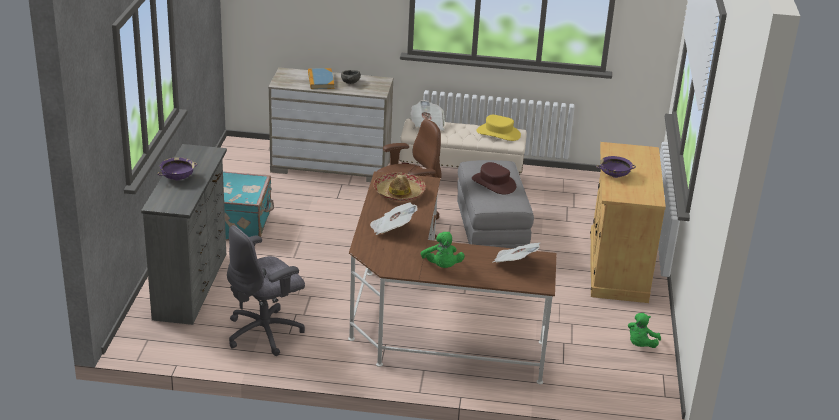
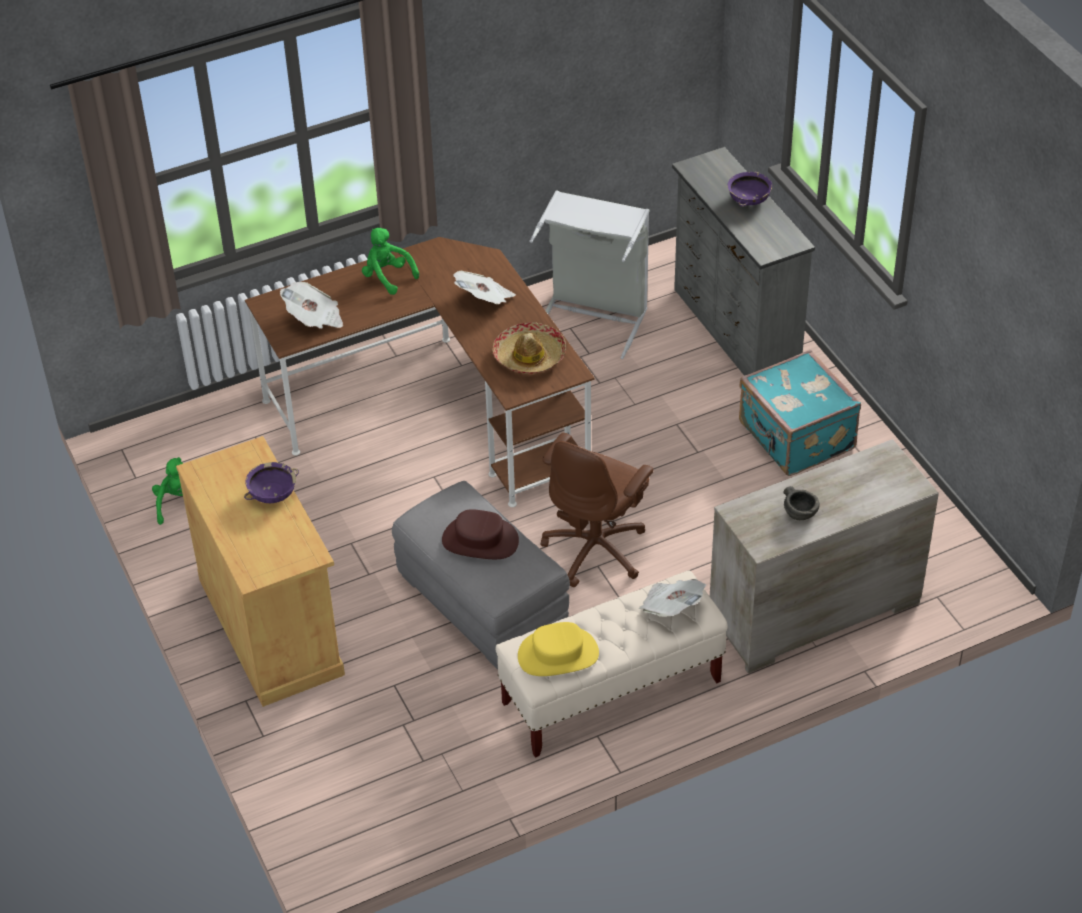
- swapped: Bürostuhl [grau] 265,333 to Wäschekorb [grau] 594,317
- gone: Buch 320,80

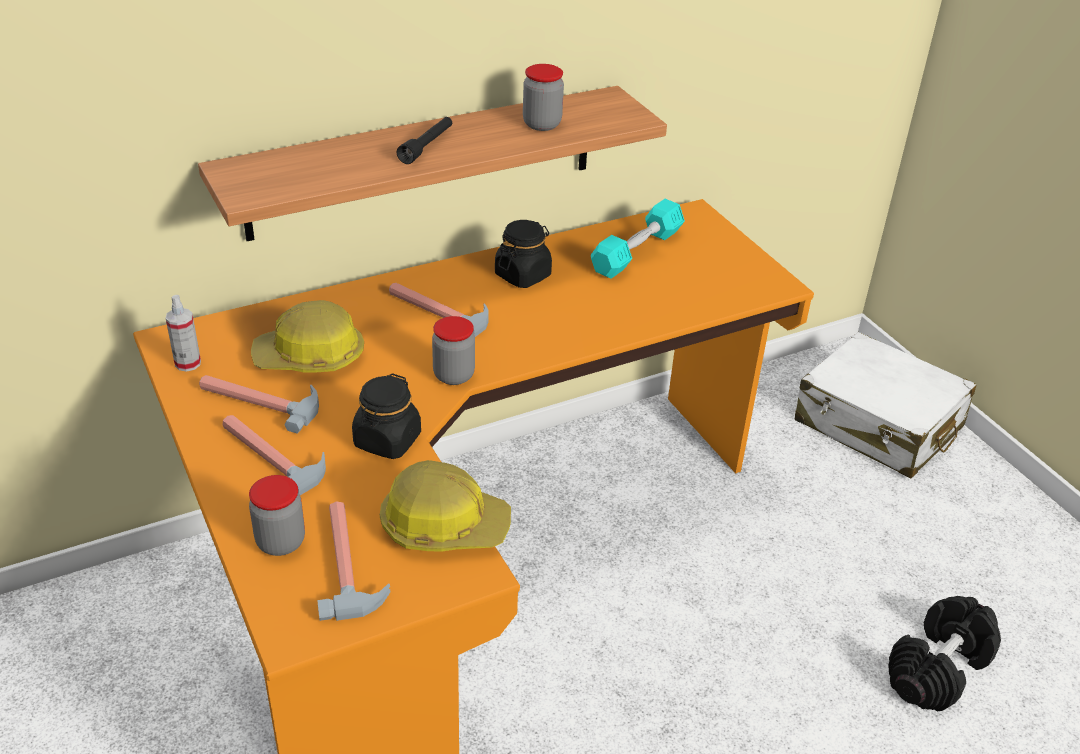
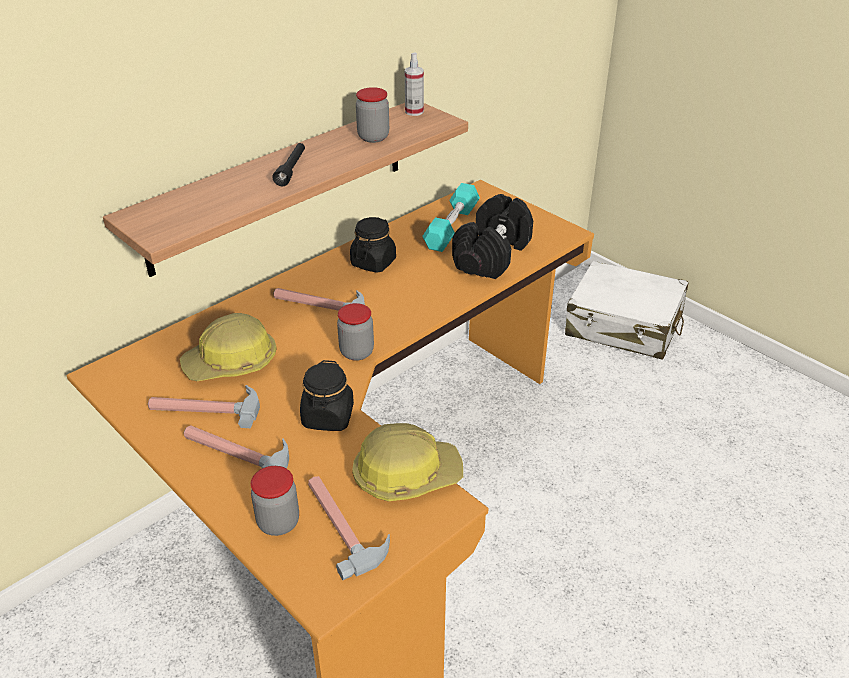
- shifted: Sprühflasche 188,363 to 414,112
- shifted: Hantel [schwarz] 937,668 to 491,255

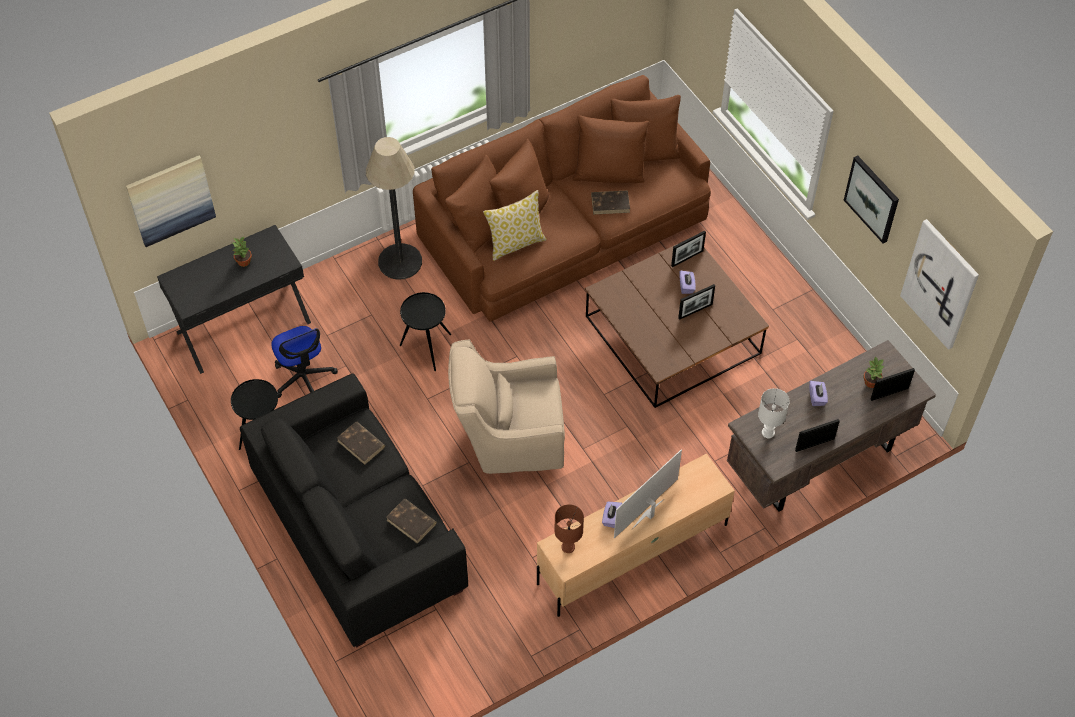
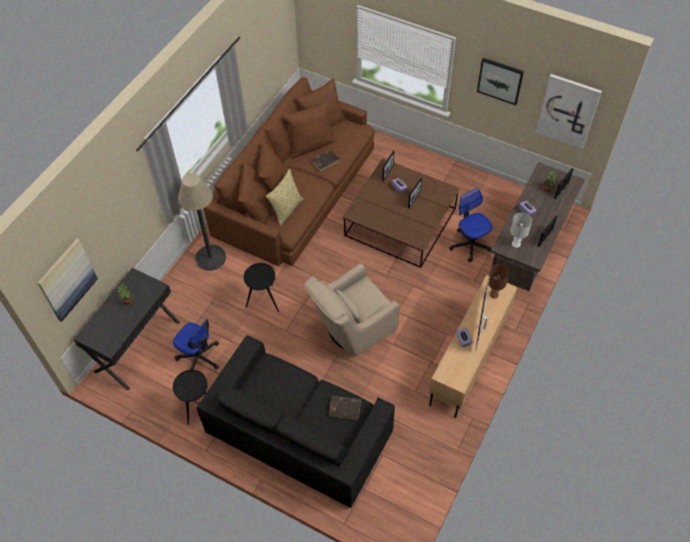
- gone: Buch [braun] 361,444
- shifted: Tischlampe [braun] 567,546 to 493,294
- new: Bürostuhl 470,244

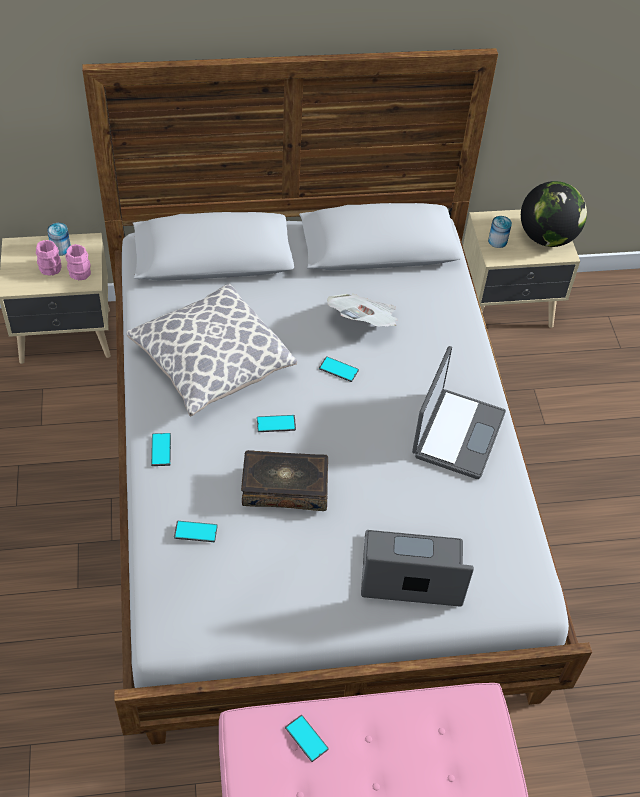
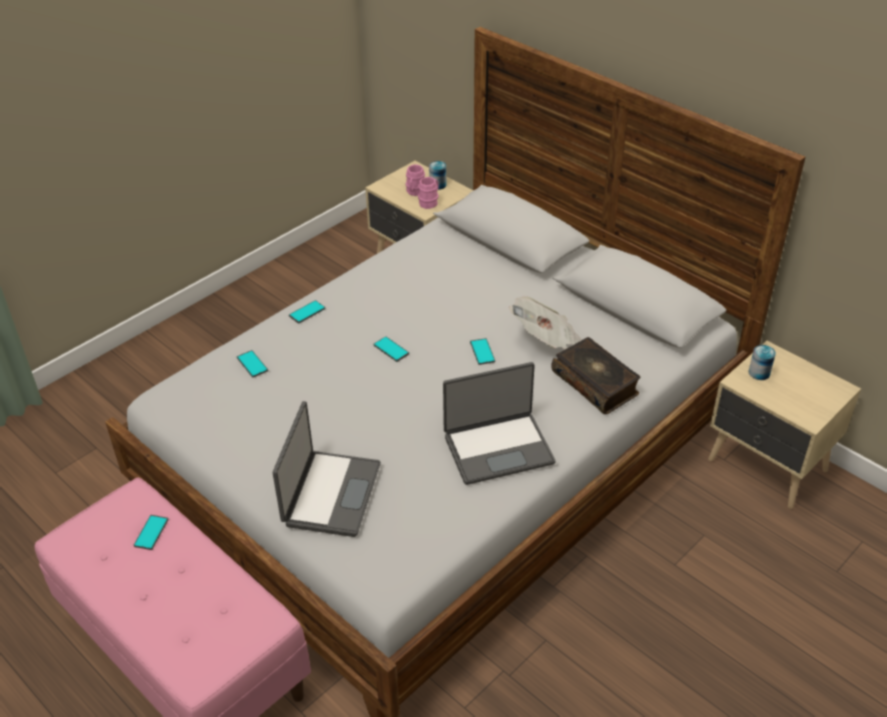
- gone: Kissen 212,364
- shifted: Buch 285,487 to 595,383
- rotated: Laptop 411,573 = 330,494 45 degrees clockwise
- gone: Globus 546,237

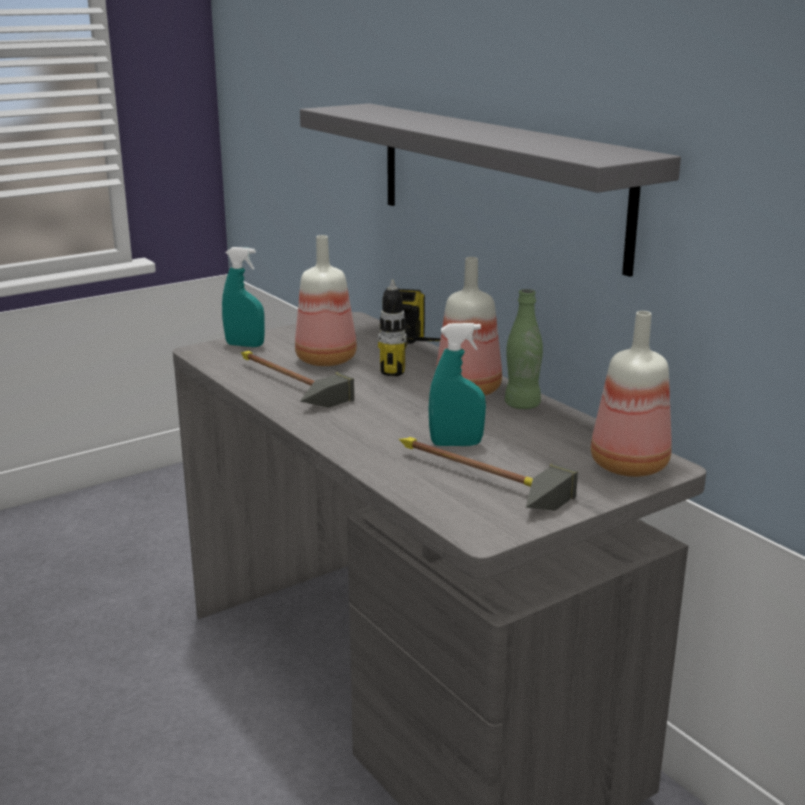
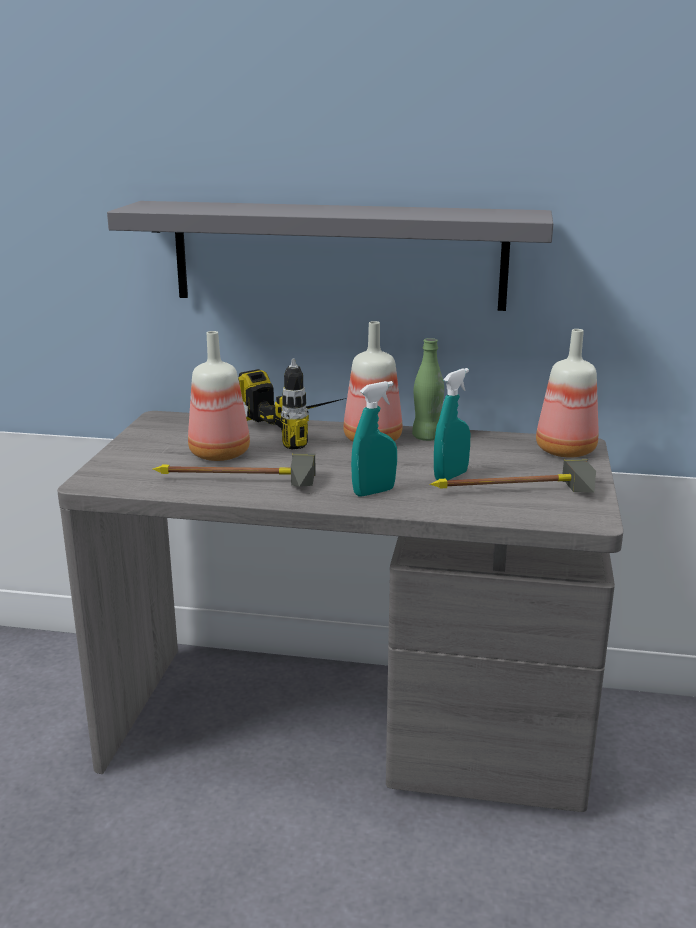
- shifted: Sprühflasche [türkis] 245,345 to 374,492

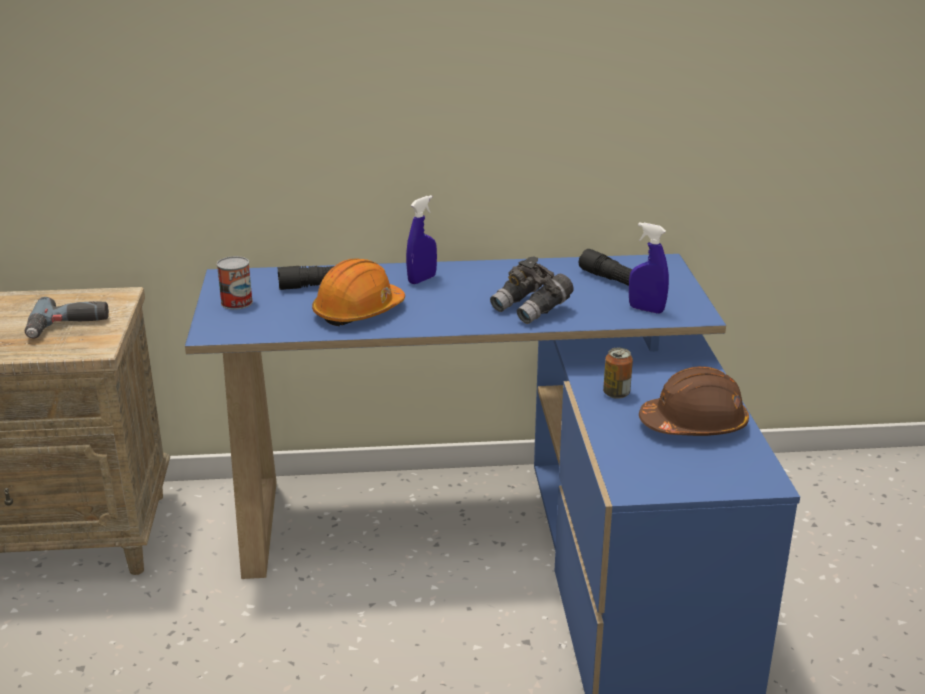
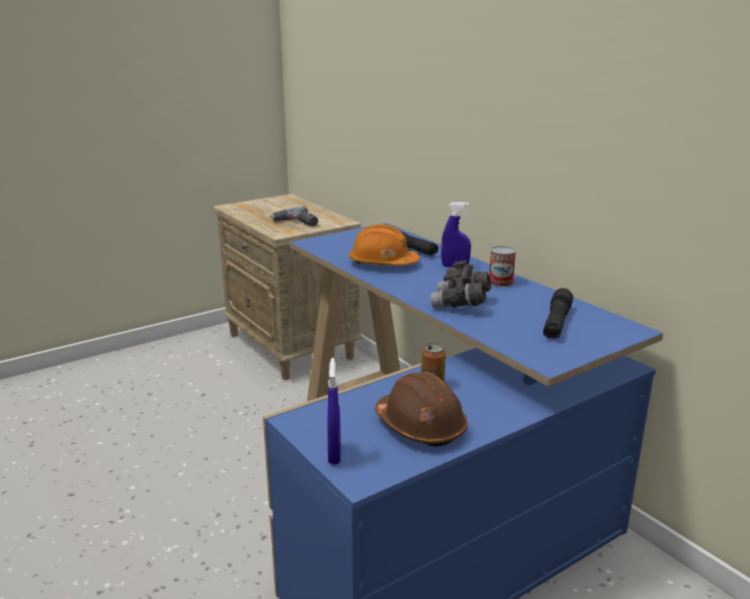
- shifted: Dose 236,302 to 500,282
- shifted: Sprühflasche [blau] 646,309 to 334,454

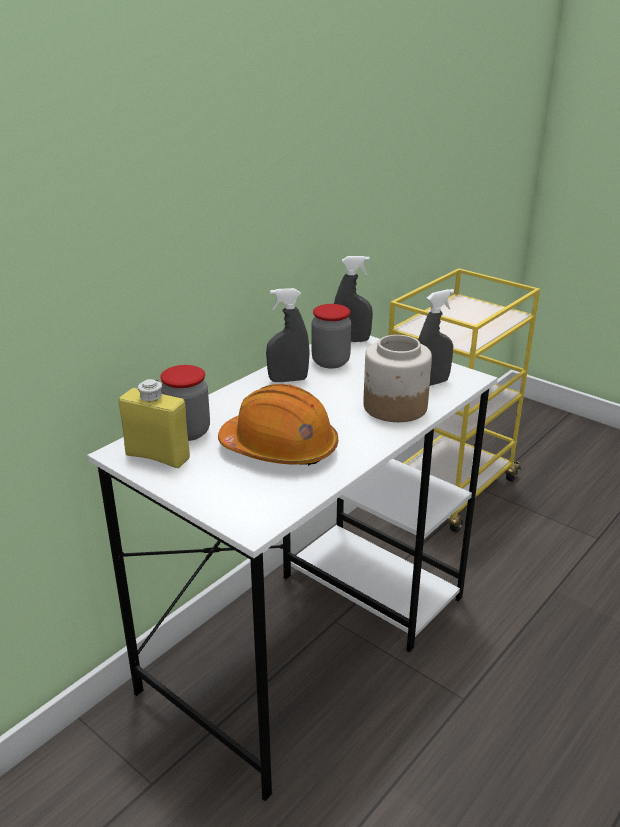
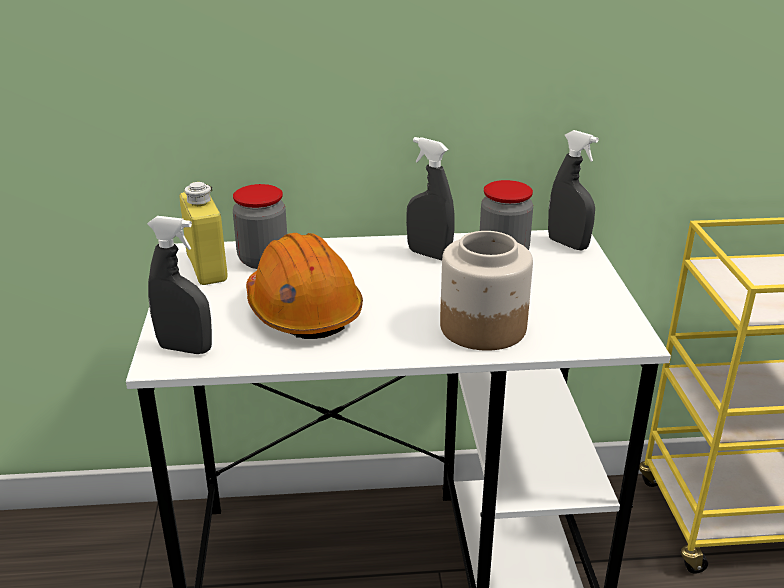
- shifted: Sprühflasche [grau] 431,383 to 185,349

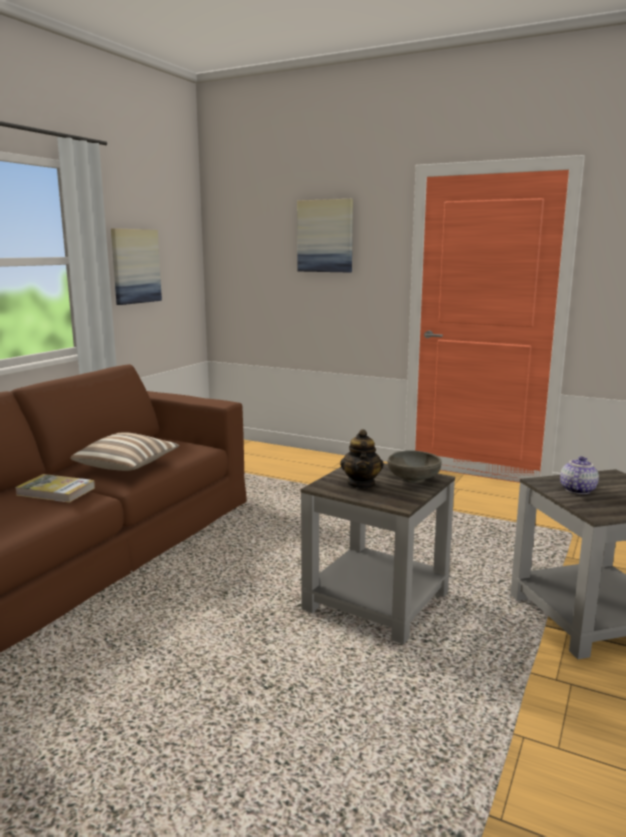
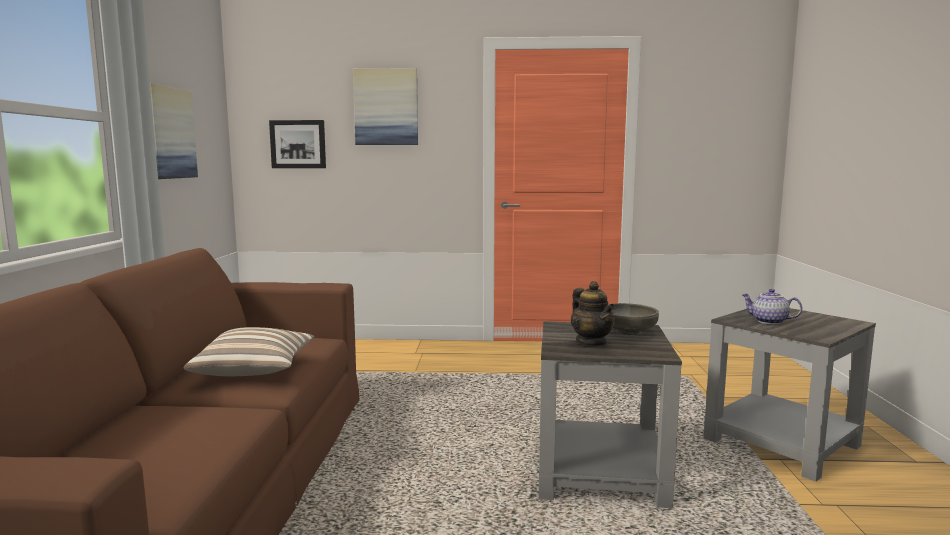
- gone: Buch 56,491
- rotated: Teekanne 576,490 = 768,321 60 degrees counterclockwise
- new: Bild 298,144

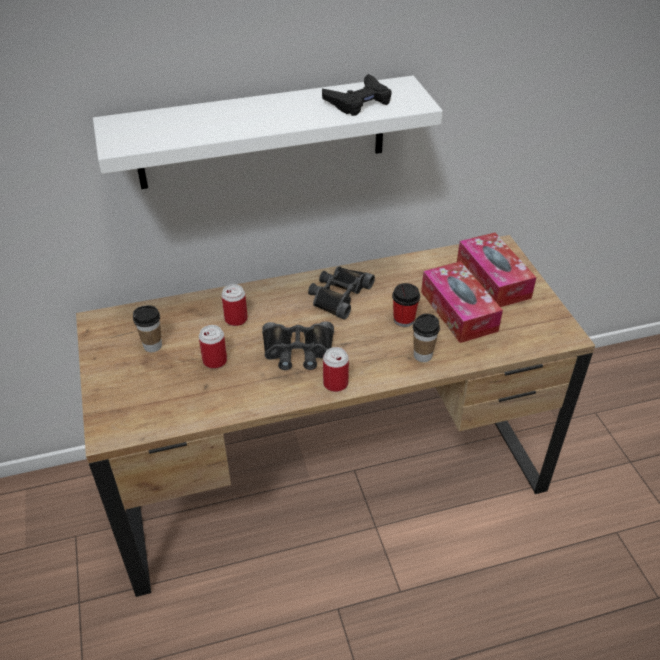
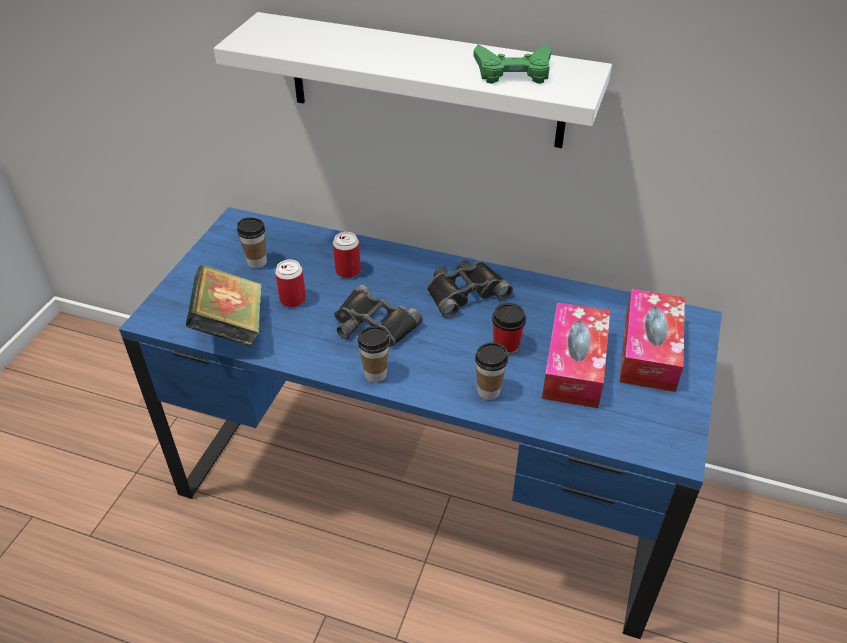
- repainted: Schreibtisch [braun] 330,475 to Schreibtisch [blau] 423,486
- repainted: Gamepad [schwarz] 359,101 to Gamepad [grün] 513,71
- swapped: Dose 335,383 to Tasse 375,374
- new: Buch 231,327

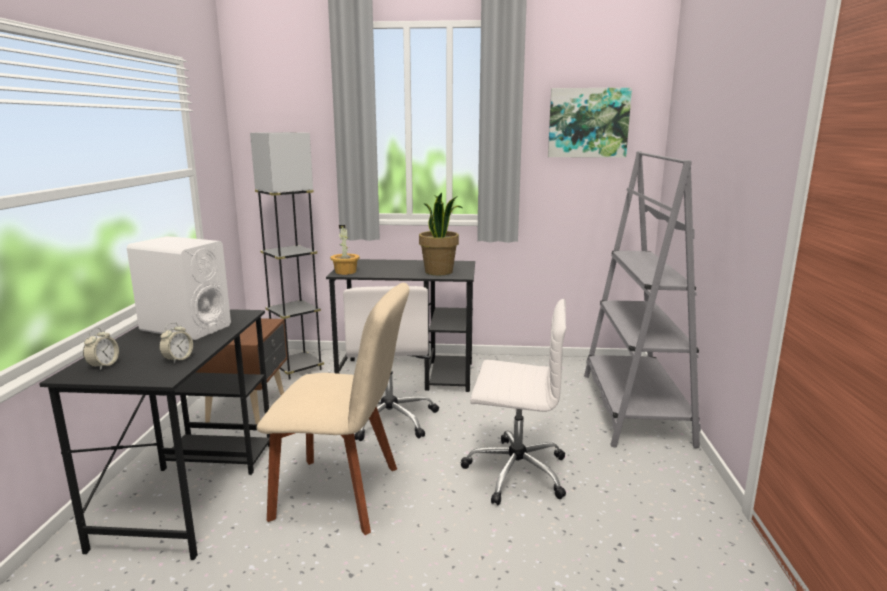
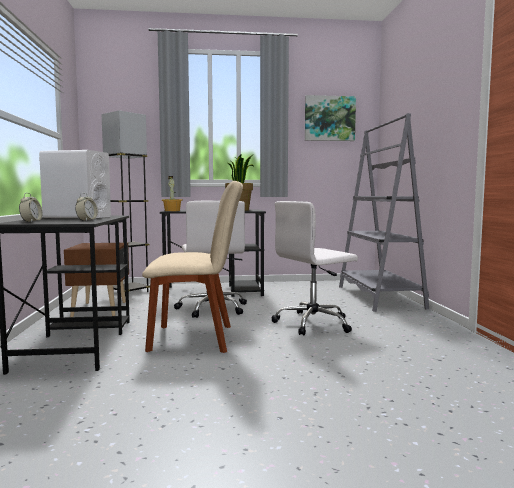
- rotated: Bürostuhl [weiß] 514,471 = 314,323 150 degrees clockwise

